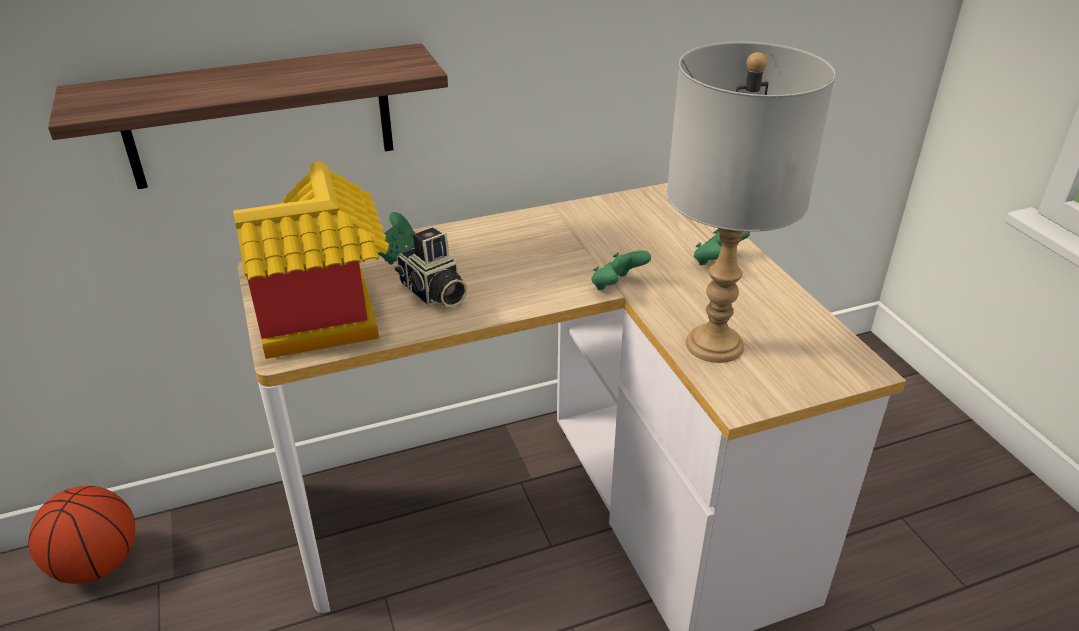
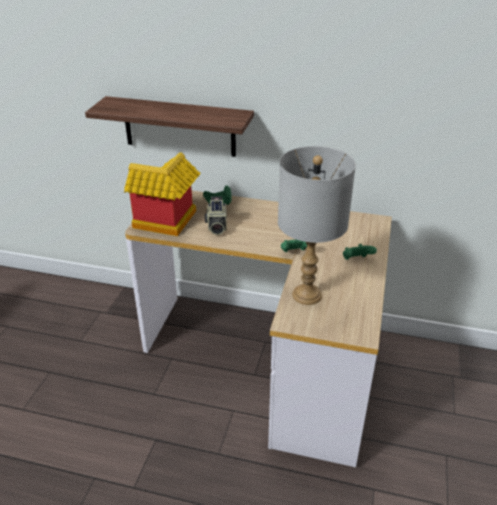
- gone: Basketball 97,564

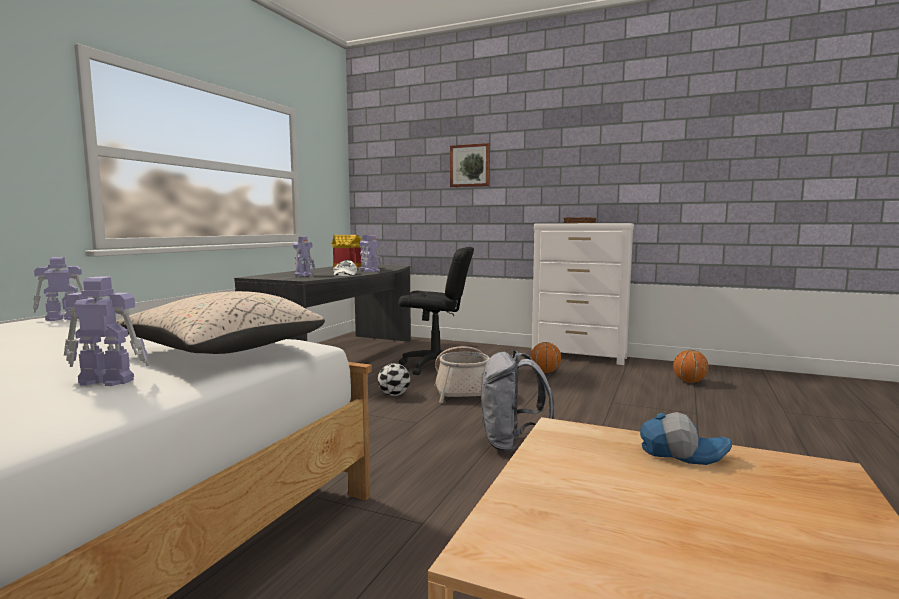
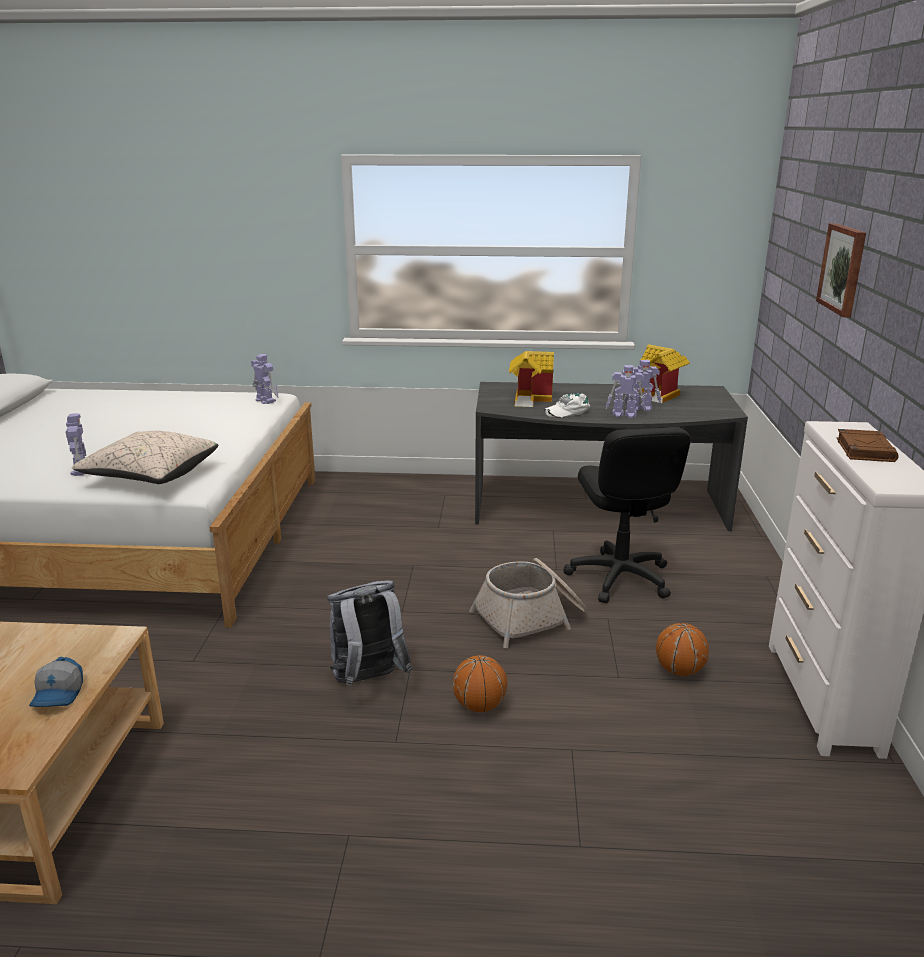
- swapped: Spielzeugroboter 304,275 to Spielzeughaus 530,399
- gone: Fußball 394,395
- shifted: Basketball 689,382 to 479,706

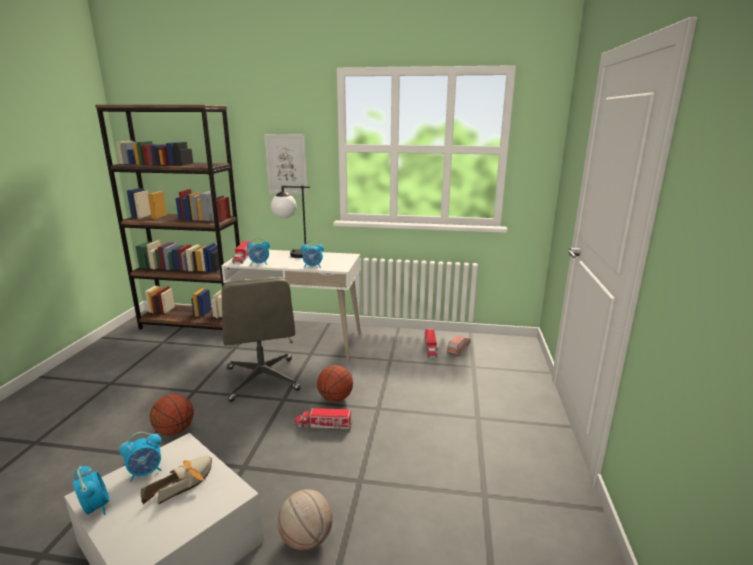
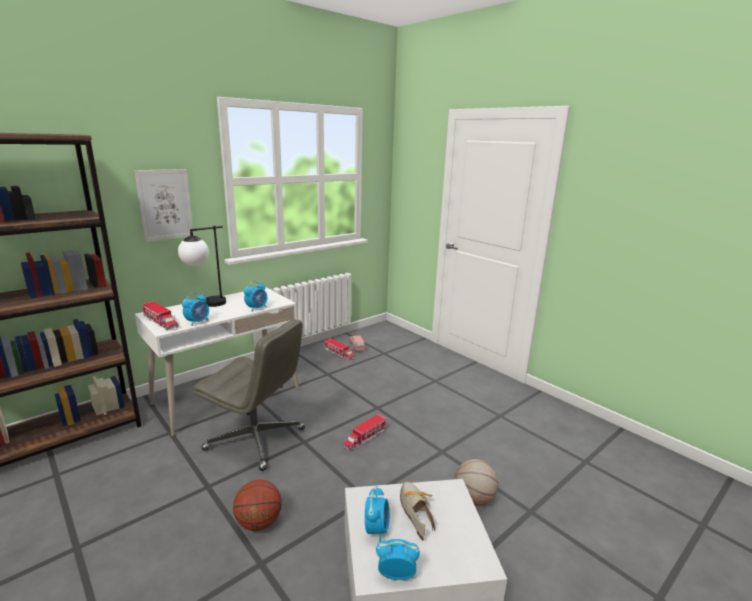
- gone: Basketball 335,398

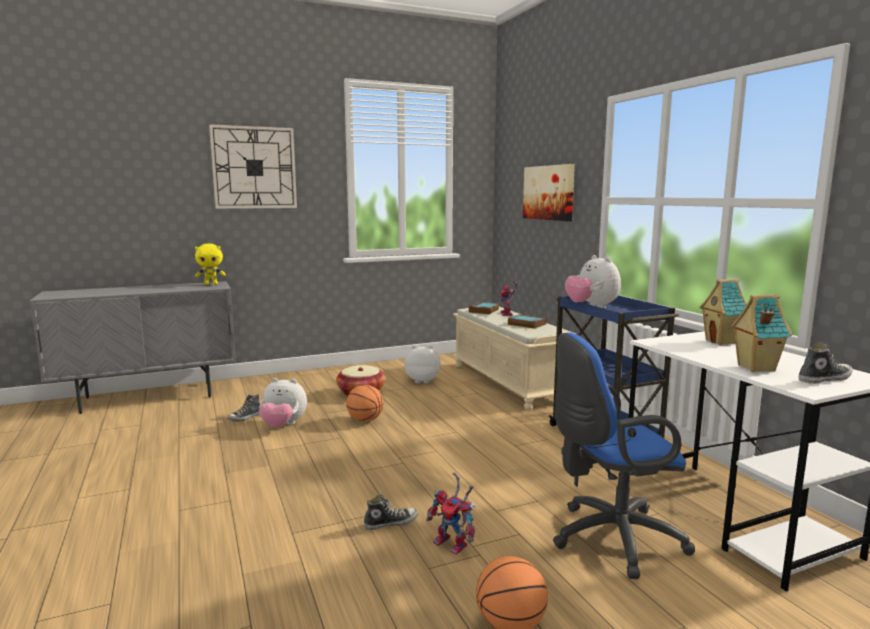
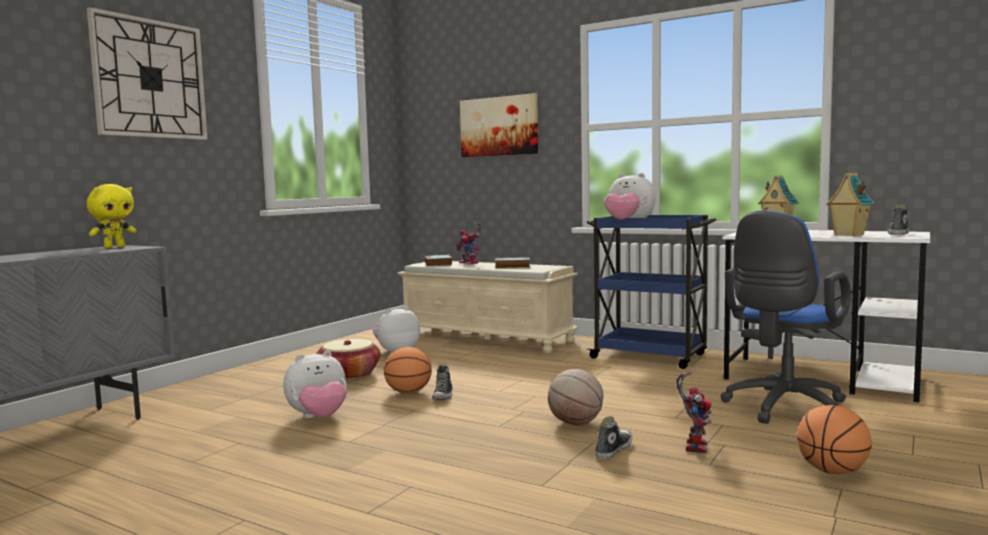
- shifted: Schuh 245,417 to 443,396
- rotated: Spielzeugroboter 454,544 = 694,445 75 degrees counterclockwise
- new: Basketball 575,423

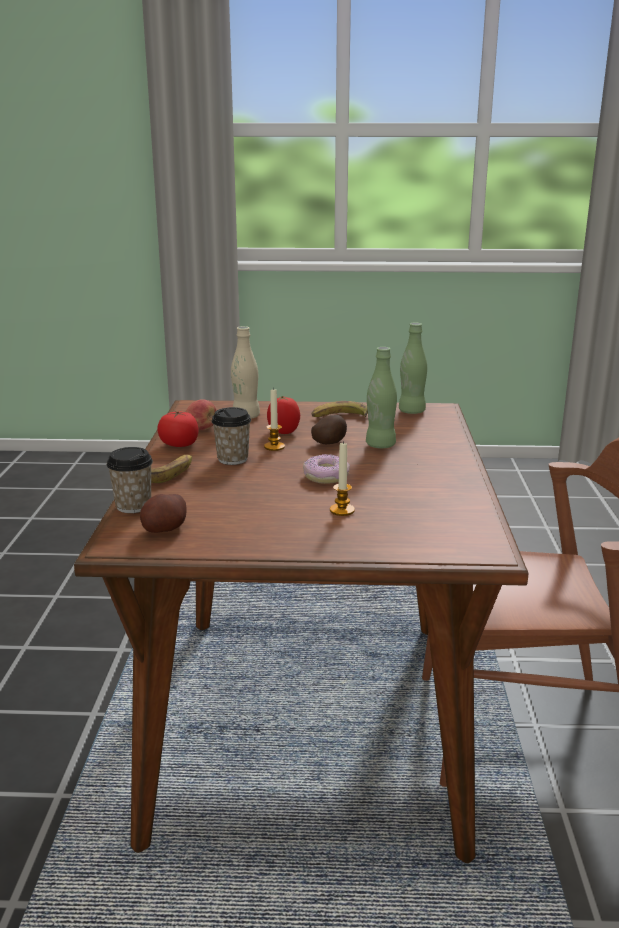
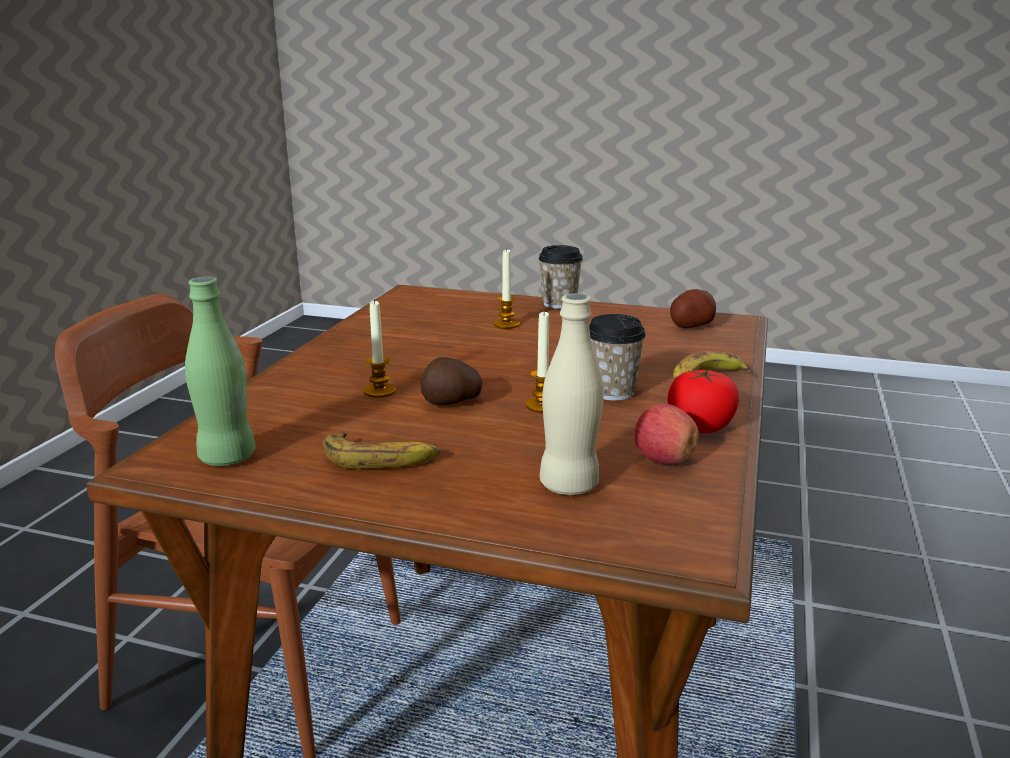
- shifted: Tasse 133,506 to 559,304
- gone: Tomate 283,432
- gone: Donut 326,476
- swapped: Flasche [grün] 380,445 to Kerze 379,391

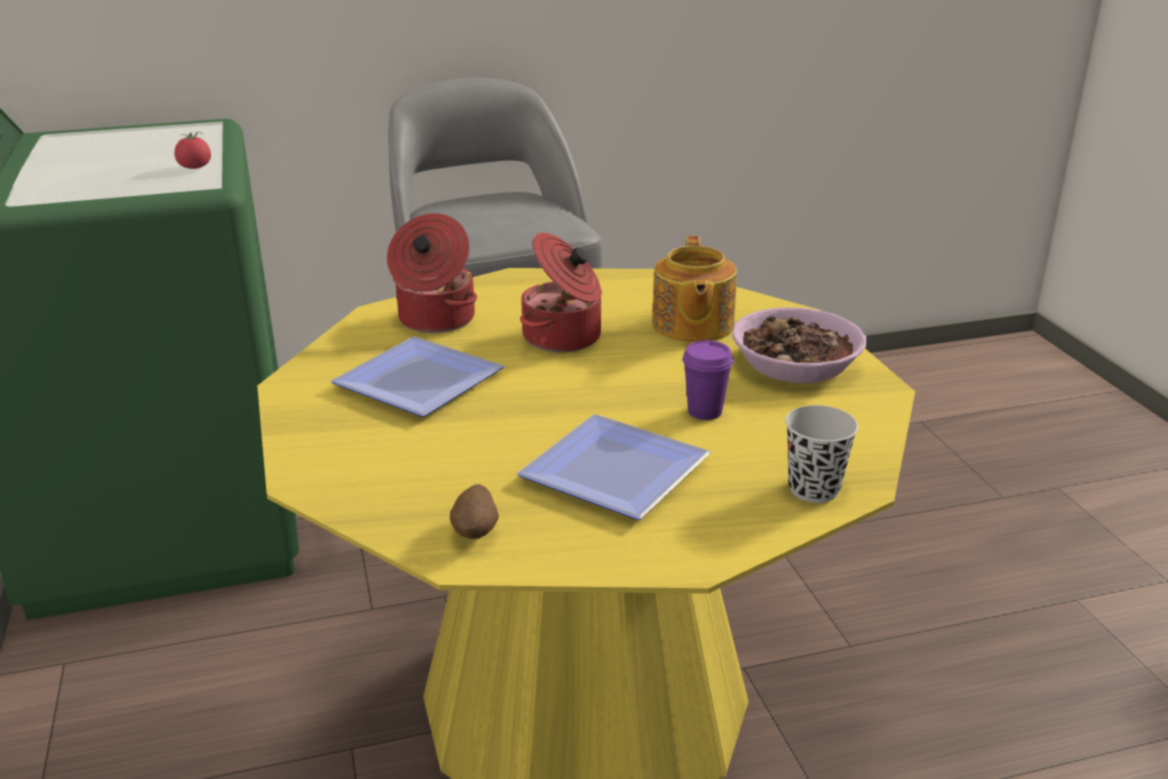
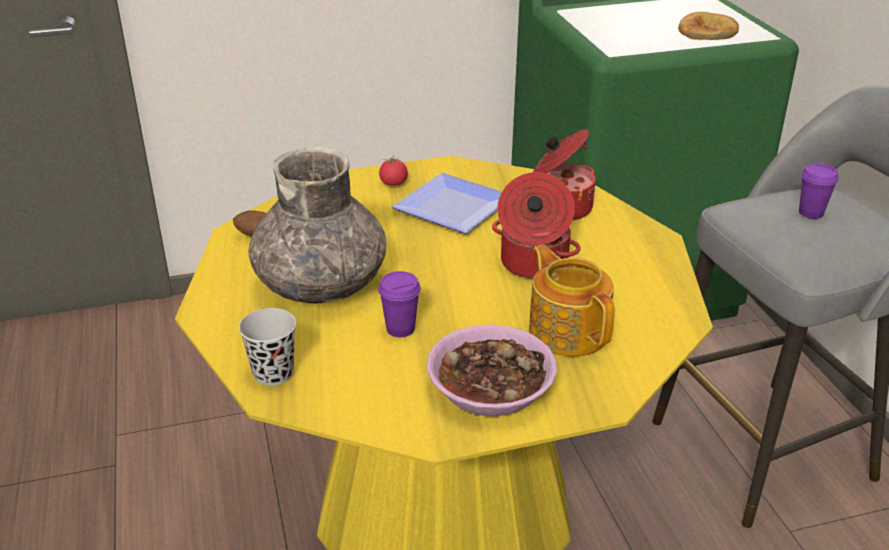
- shifted: Tomate 195,167 to 393,183
- swapped: Teller 613,468 to Vase [grau] 322,285
- rotated: Teekanne 691,326 = 568,331 60 degrees clockwise
- new: Brot 707,32
- new: Tasse [lila] 811,213

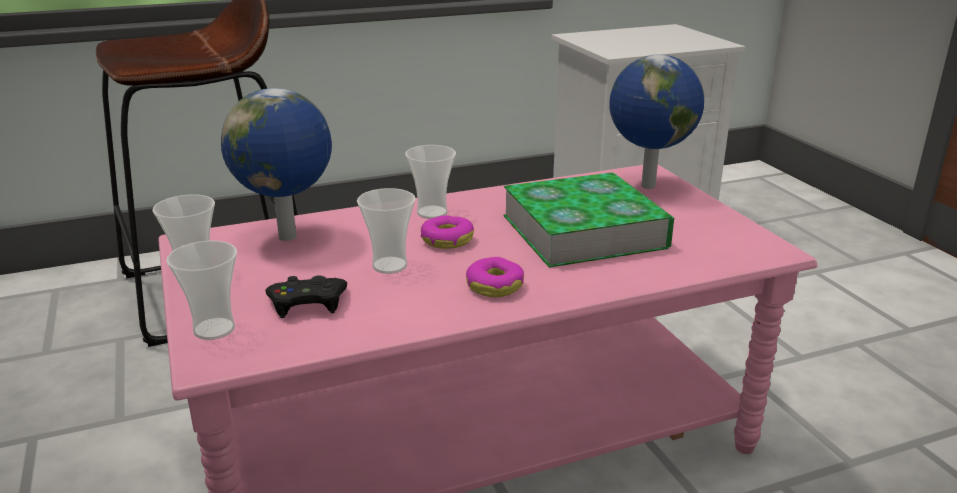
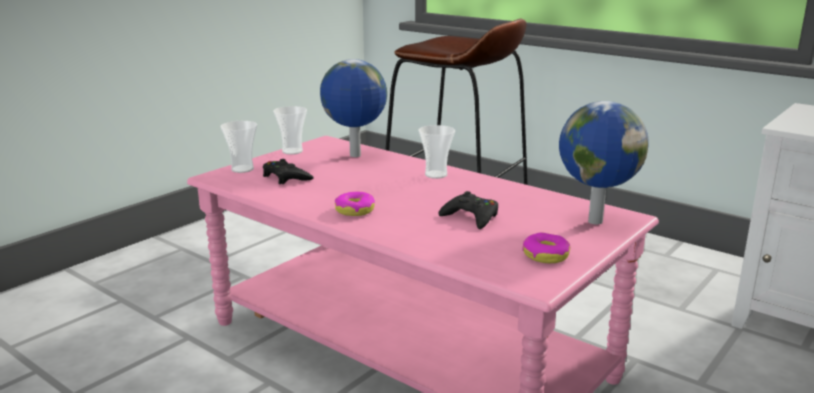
- gone: Tasse 389,266
- shifted: Donut 447,240 to 546,255
- swapped: Buch 583,231 to Gamepad [schwarz] 471,217

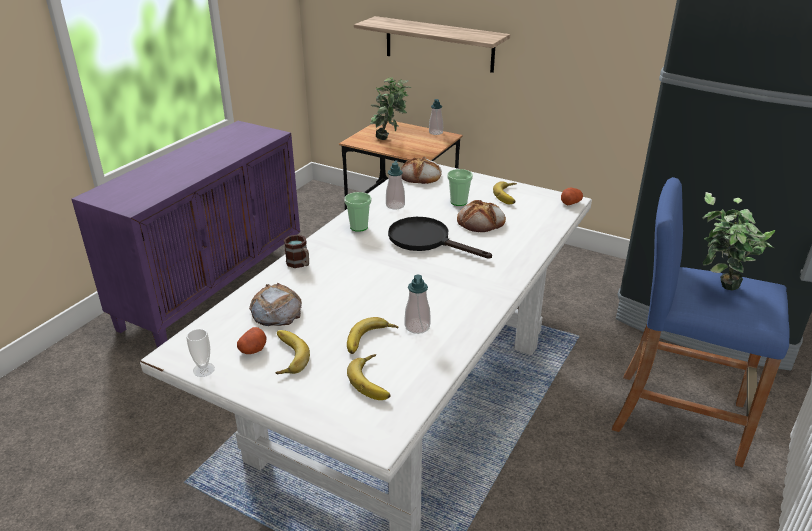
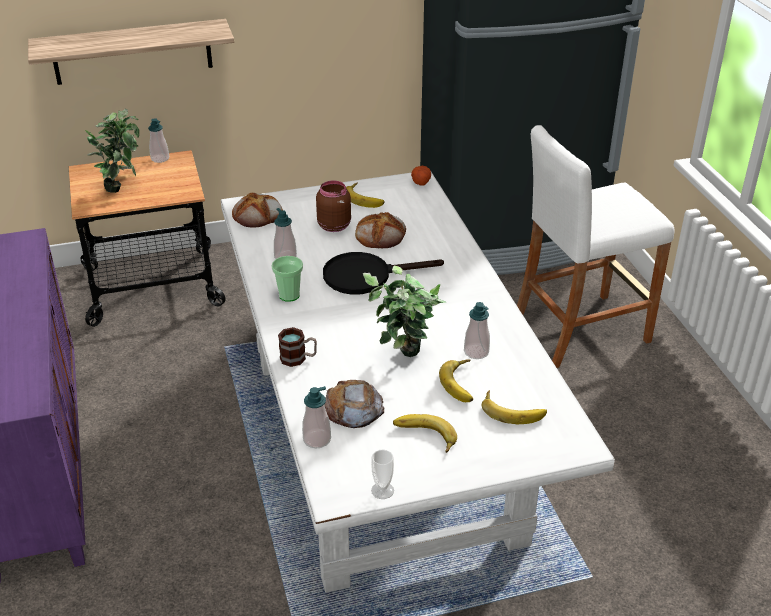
- gone: Kartoffel 253,350
- swapped: Tasse 458,202 to Vorratsglas [braun] 334,225
- repainted: Hocker [blau] 679,417 to Hocker [weiß] 580,330
- shifted: Topfpflanze 719,289 to 404,360
- new: Seifenspender 317,439

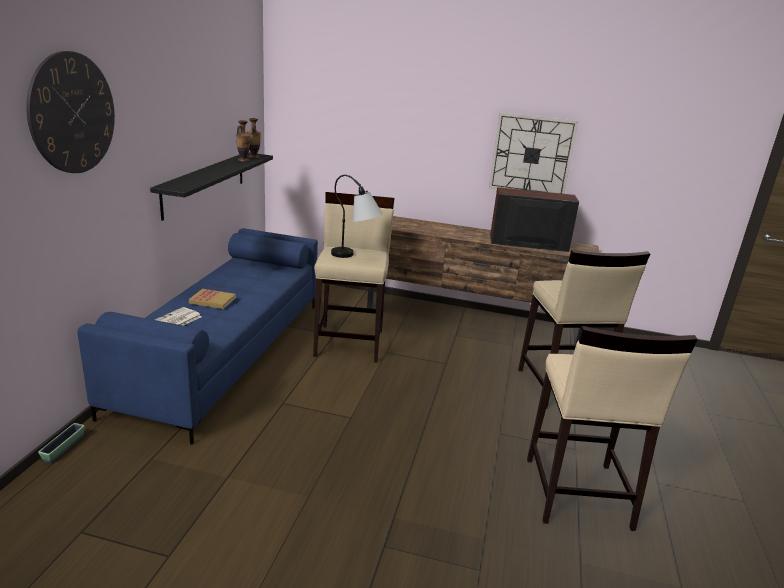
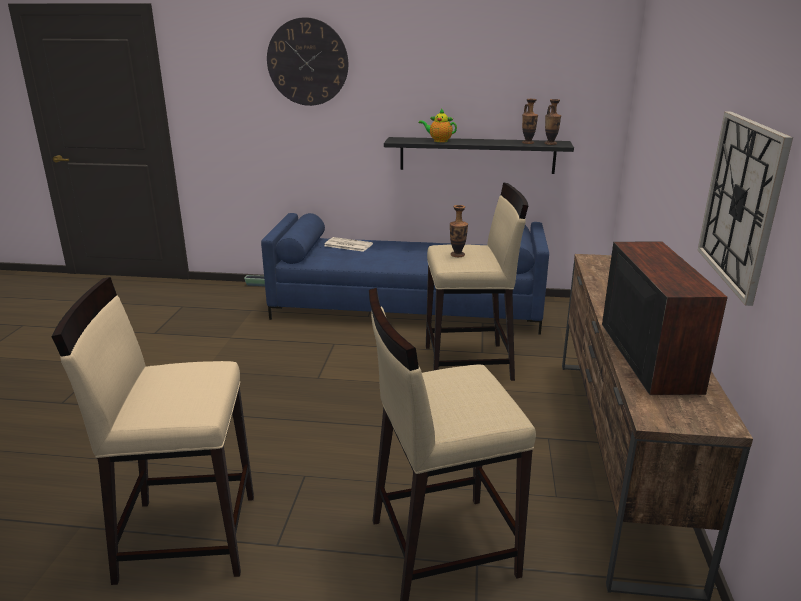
- gone: Buch 212,301
- swapped: Tischlampe 355,257 to Vase 457,255
- new: Teekanne 439,141

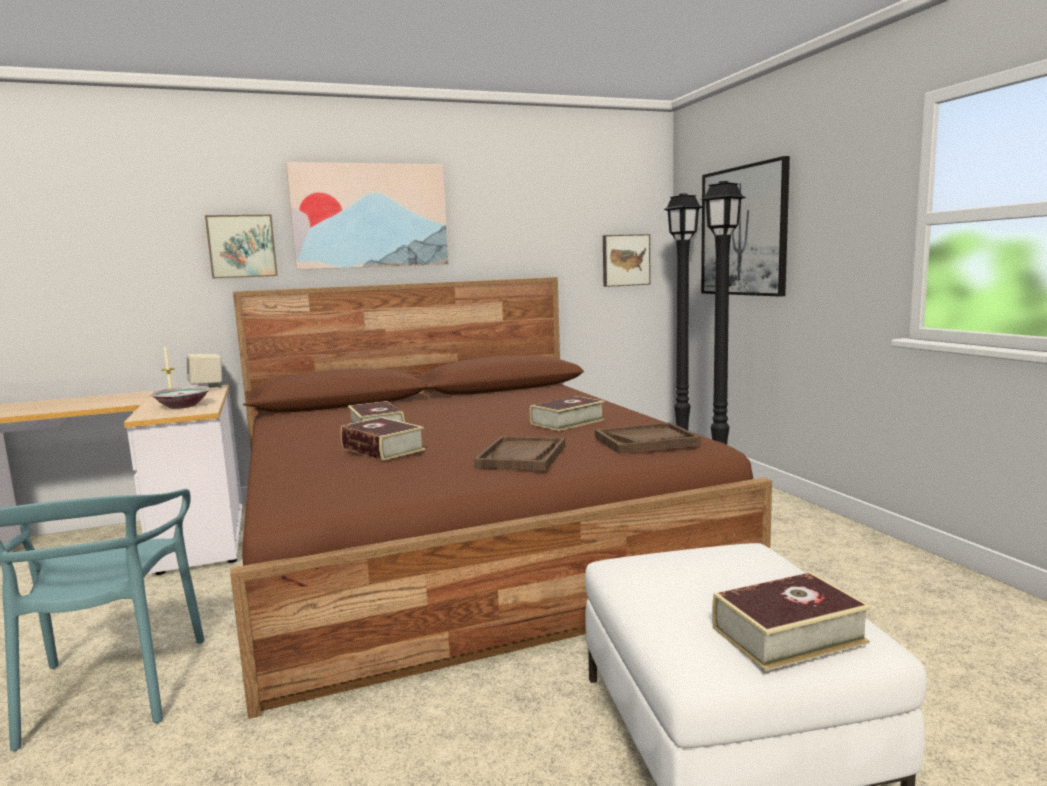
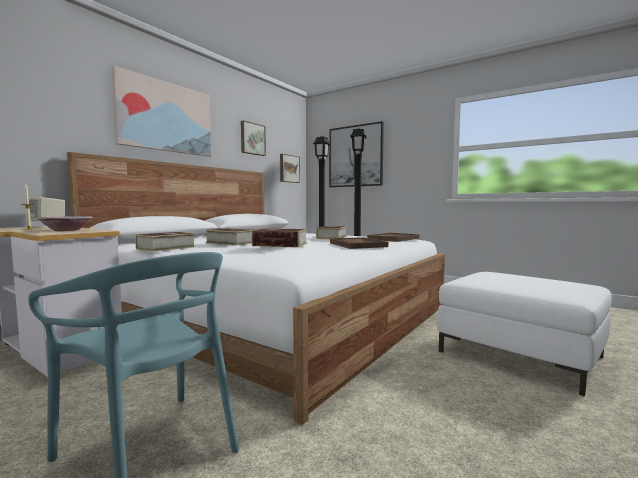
- shifted: Bild 242,246 to 252,139
- repainted: Bett [braun] 464,540 to Bett [weiß] 272,315
- shifted: Buch 788,635 to 166,248

